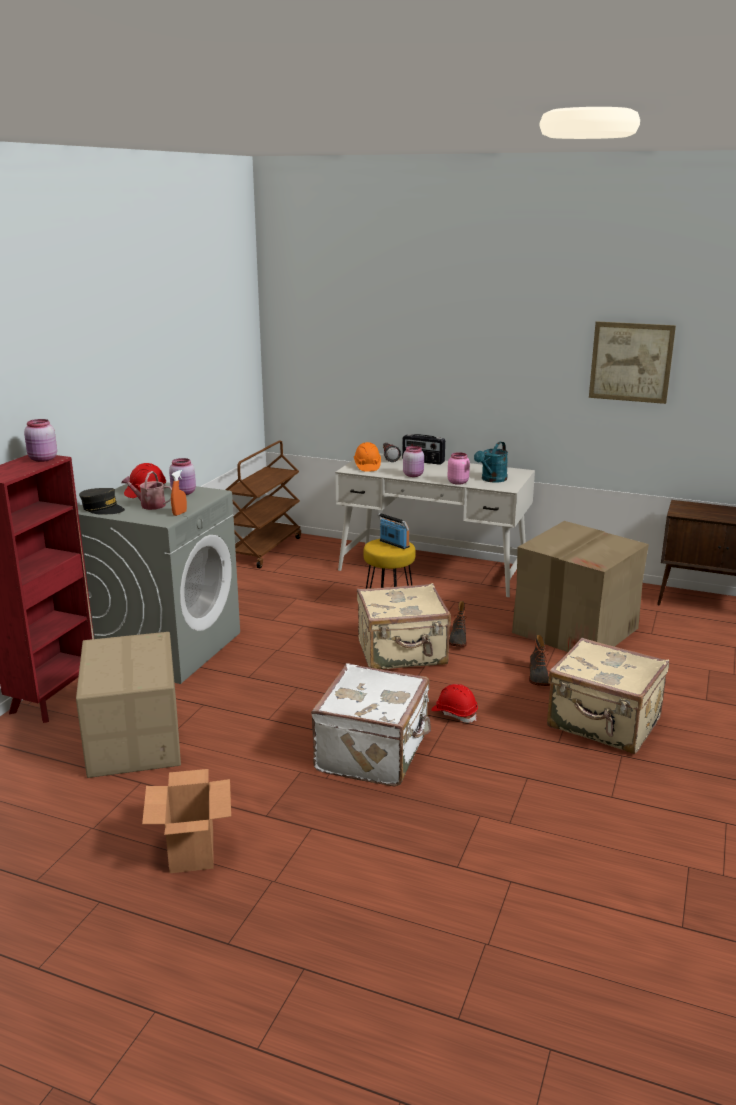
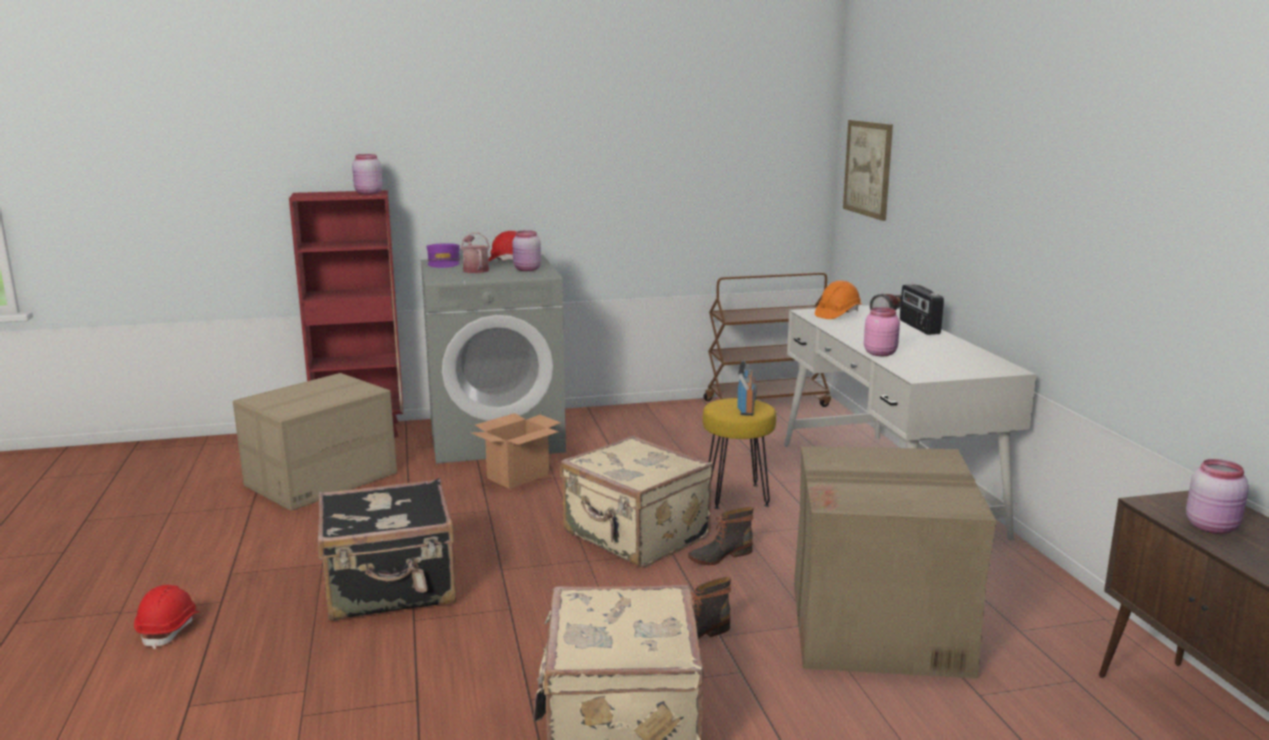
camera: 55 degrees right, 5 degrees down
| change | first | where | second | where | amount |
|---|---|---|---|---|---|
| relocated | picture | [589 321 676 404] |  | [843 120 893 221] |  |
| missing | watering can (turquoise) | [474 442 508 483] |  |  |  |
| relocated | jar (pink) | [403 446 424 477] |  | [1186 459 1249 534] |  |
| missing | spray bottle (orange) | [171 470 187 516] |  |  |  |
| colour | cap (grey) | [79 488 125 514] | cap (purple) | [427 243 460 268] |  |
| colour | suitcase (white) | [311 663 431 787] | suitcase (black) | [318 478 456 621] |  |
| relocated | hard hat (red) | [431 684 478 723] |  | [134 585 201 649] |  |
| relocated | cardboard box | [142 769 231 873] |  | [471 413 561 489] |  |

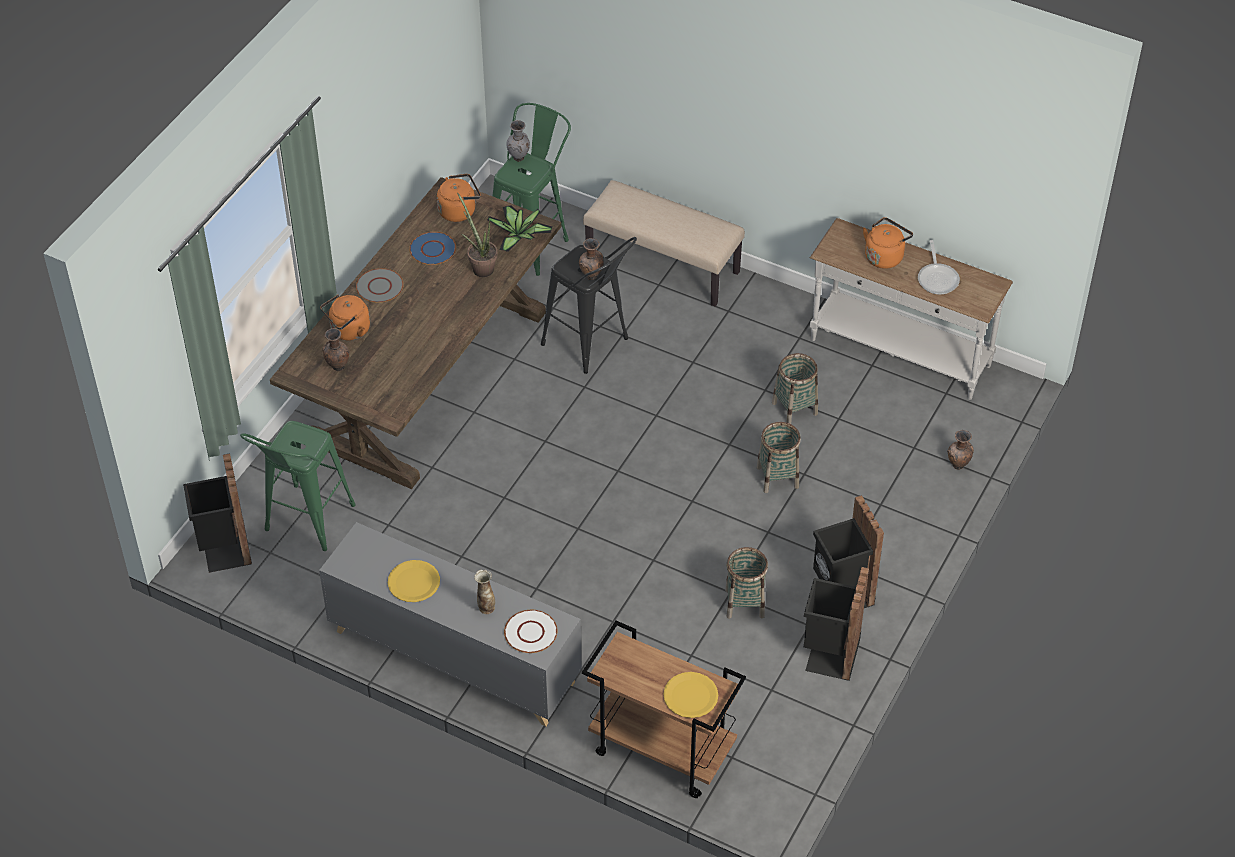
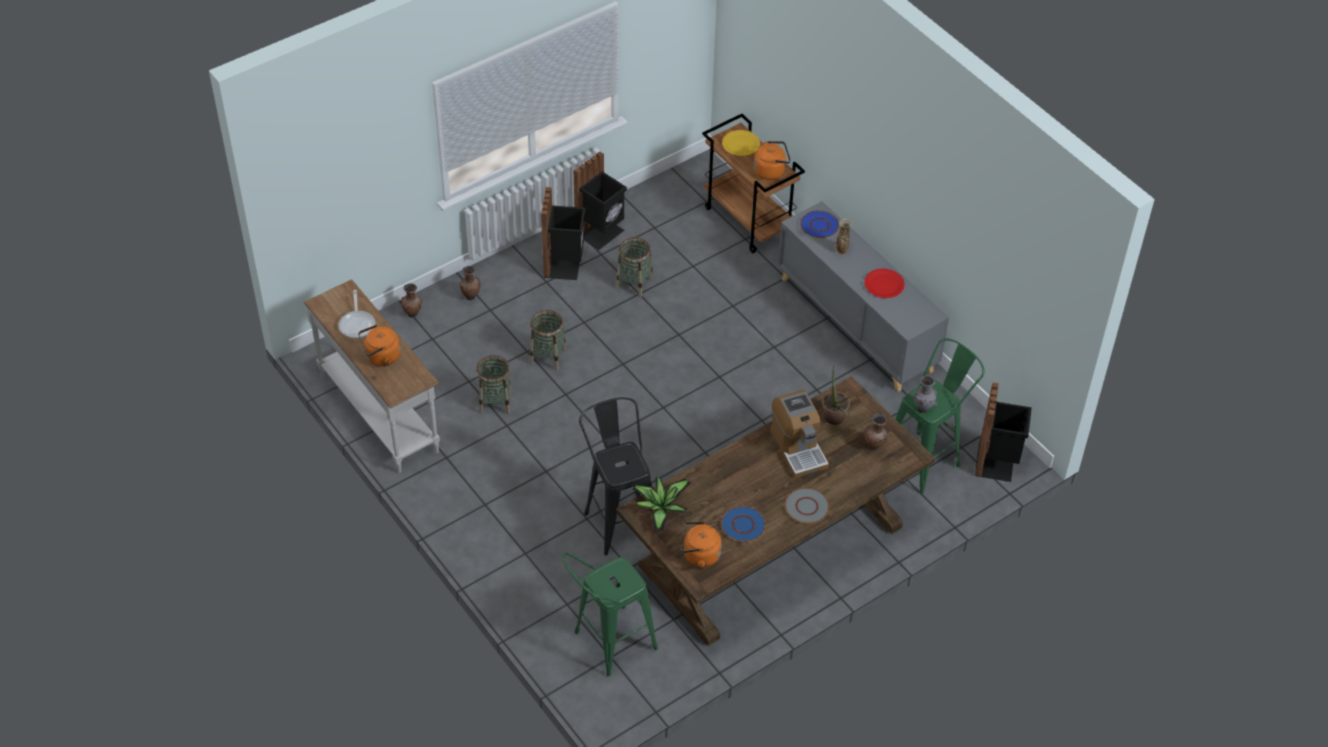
camera: 155 degrees left, 0 degrees up
| change | first | where | second | where | amount |
|---|---|---|---|---|---|
| relocated | vase (grey) | [506 120 530 162] |  | [914 376 937 413] |  |
| missing | bench (beige) | [583 180 745 307] |  |  |  |
| relocated | potted plant | [457 193 498 277] |  | [822 365 850 425] |  |
| relocated | vase (brown) | [579 238 604 280] |  | [459 266 481 300] |  |
| spun | frying pan | [918 240 960 295] |  | [338 290 375 339] | 150 degrees clockwise |
| relocated | kettle (orange) | [320 294 370 341] |  | [754 141 791 180] |  |
| colour | plate (yellow) | [388 560 440 602] | plate (red) | [864 268 905 298] |  |
| colour | plate (white) | [504 610 558 653] | plate (blue) | [800 210 839 238] |  |
| appeared |  |  | coffee machine | [770 390 829 478] |  |

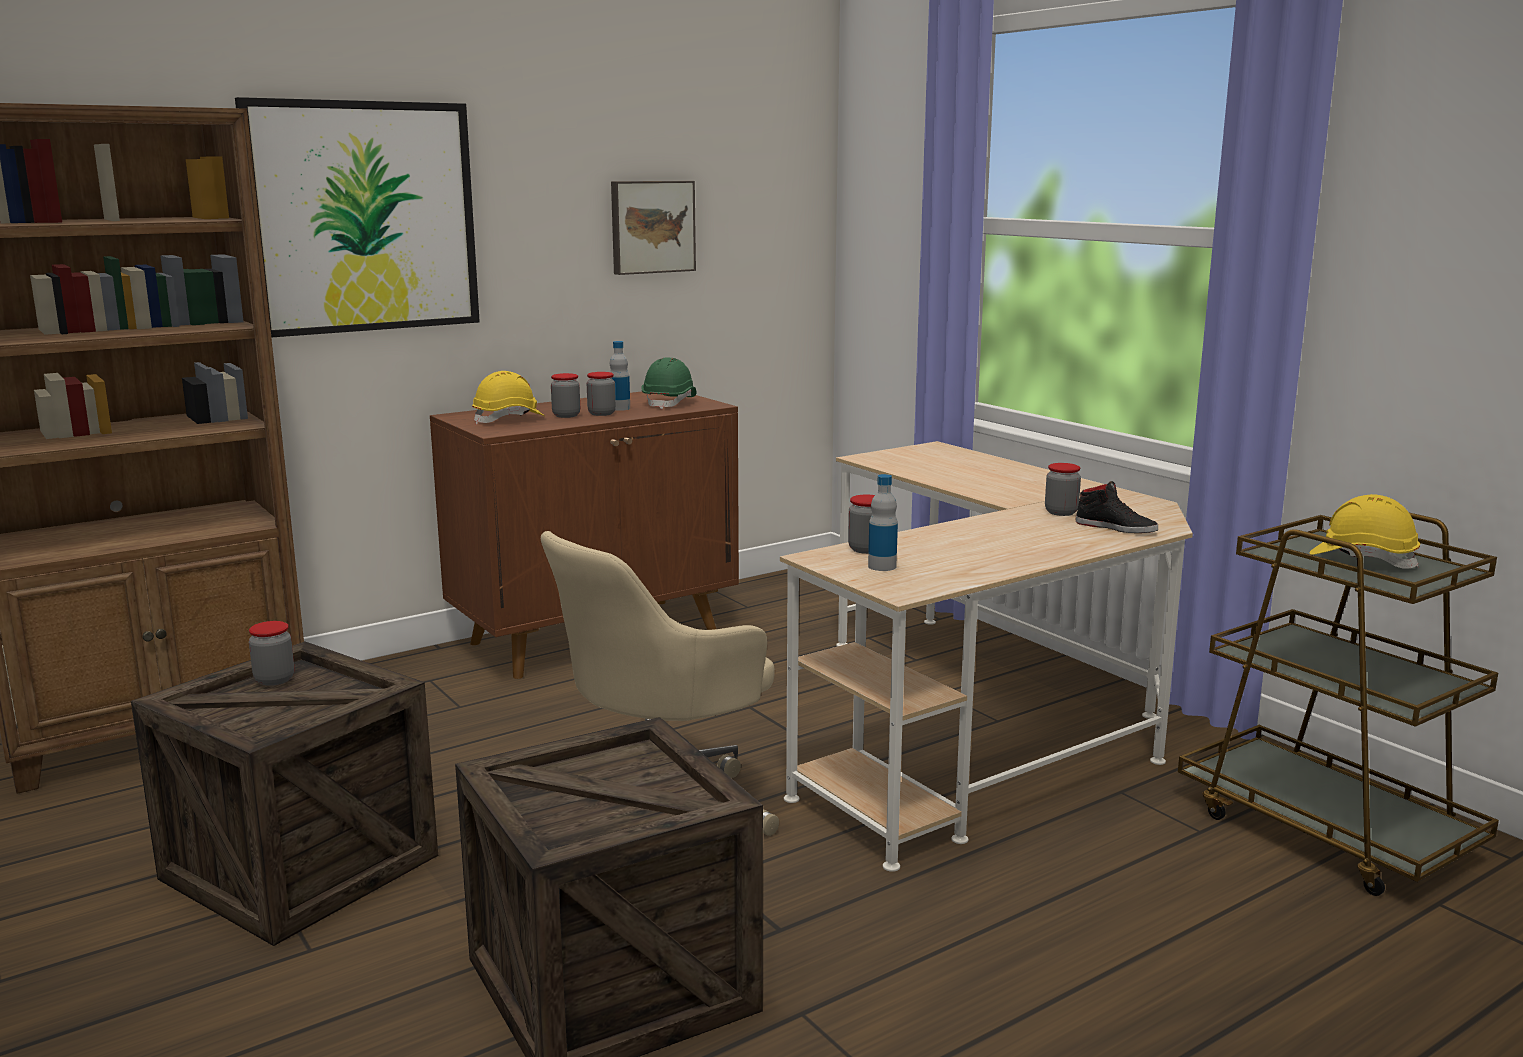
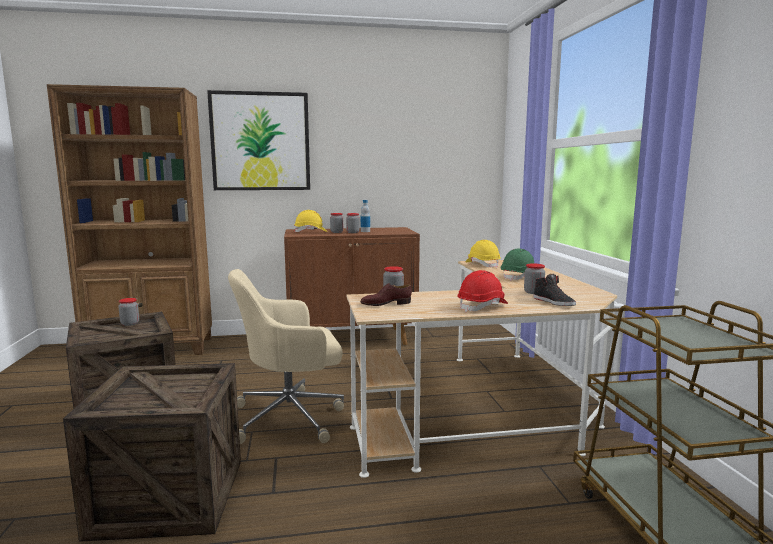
camera: 25 degrees right, 5 degrees down
| change | first | where | second | where | amount |
|---|---|---|---|---|---|
| missing | picture | [611 181 696 275] |  |  |  |
| relocated | hard hat (green) | [642 358 697 410] |  | [501 249 534 281] |  |
| exchanged | bottle | [868 474 898 571] | shoe (brown) | [360 283 412 306] |  |
| relocated | hard hat (yellow) | [1310 494 1420 569] |  | [465 240 501 268] |  |
| appeared |  |  | hard hat (red) | [457 270 508 312] |  |

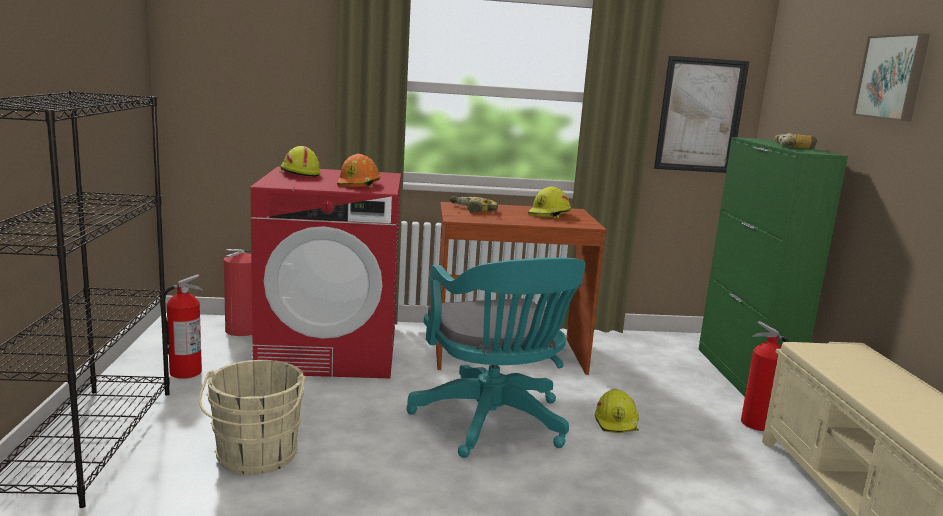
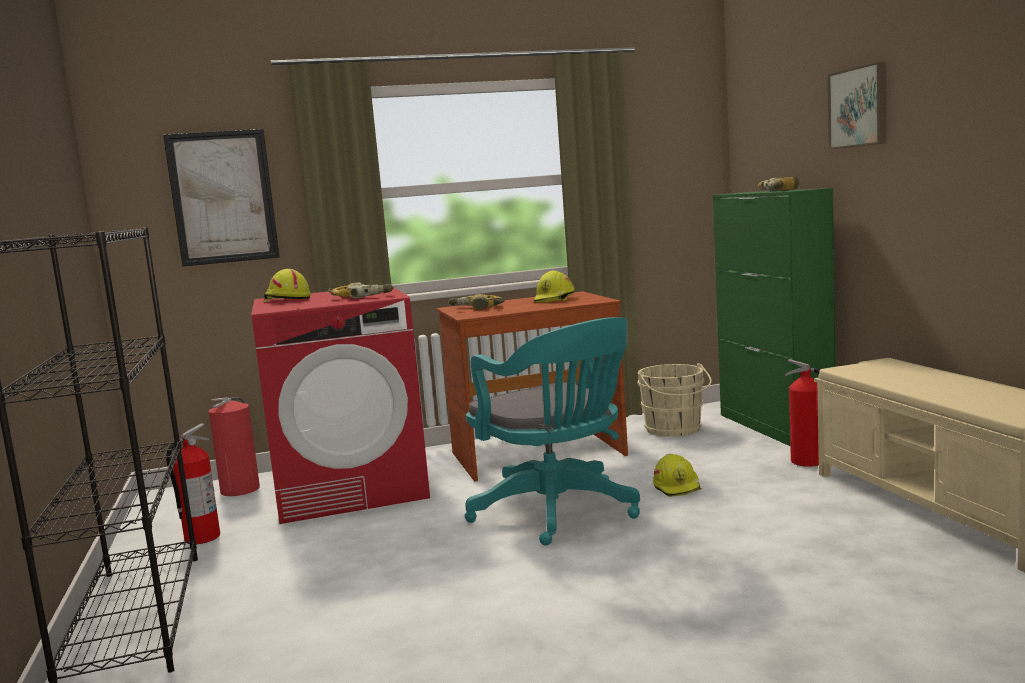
camera: 10 degrees left, 5 degrees down
| change | first | where | second | where | amount |
|---|---|---|---|---|---|
| relocated | picture | [654 56 749 173] |  | [163 129 279 266] |  |
| exchanged | hard hat (orange) | [337 154 380 188] | power drill | [328 282 394 298] |  |
| relocated | bucket (beige) | [198 360 305 475] |  | [637 363 712 437] |  |

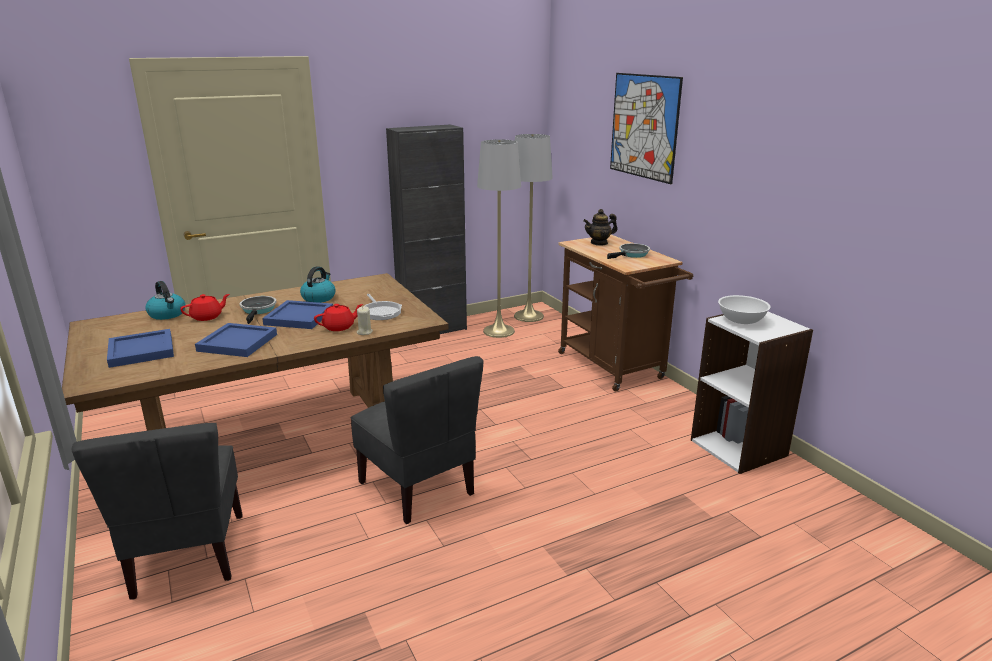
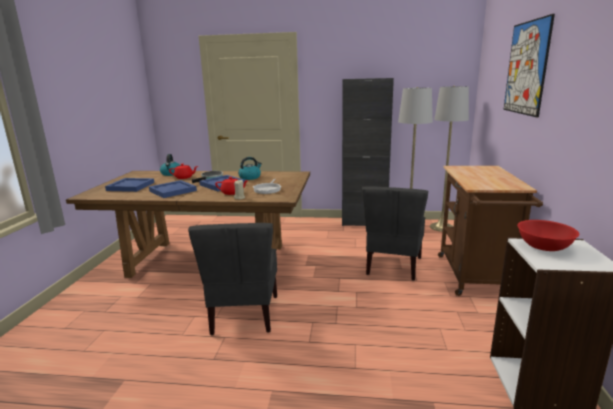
camera: 35 degrees right, 5 degrees down
| change | first | where | second | where | amount |
|---|---|---|---|---|---|
| missing | teapot | [583 209 617 245] |  |  |  |
| missing | frying pan | [607 243 650 259] |  |  |  |
| colour | bowl (white) | [718 295 771 324] | bowl (red) | [517 220 579 251] |  |
| relocated | chair (grey) | [72 423 242 600] |  | [362 186 428 281] |  |

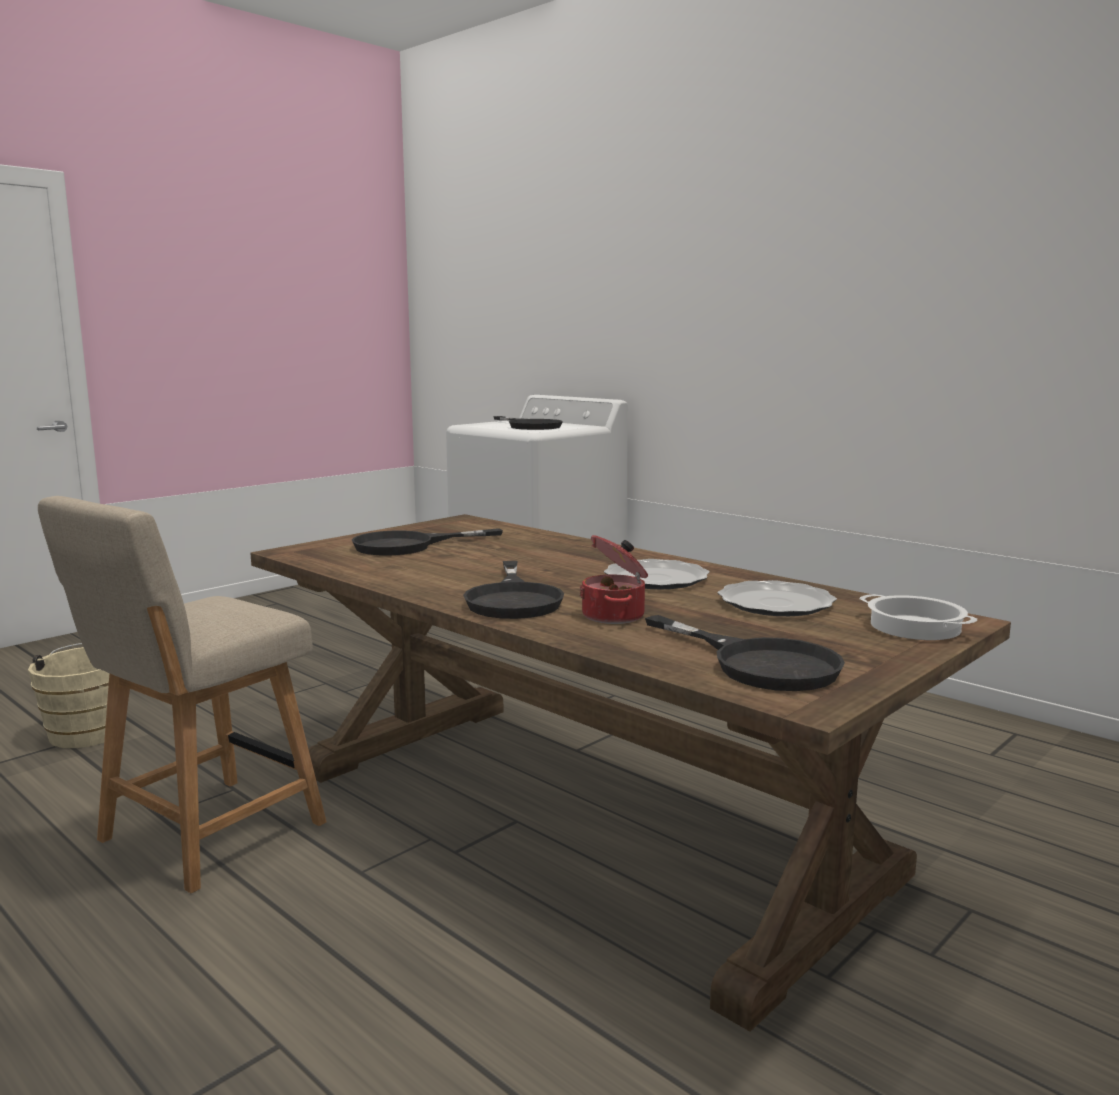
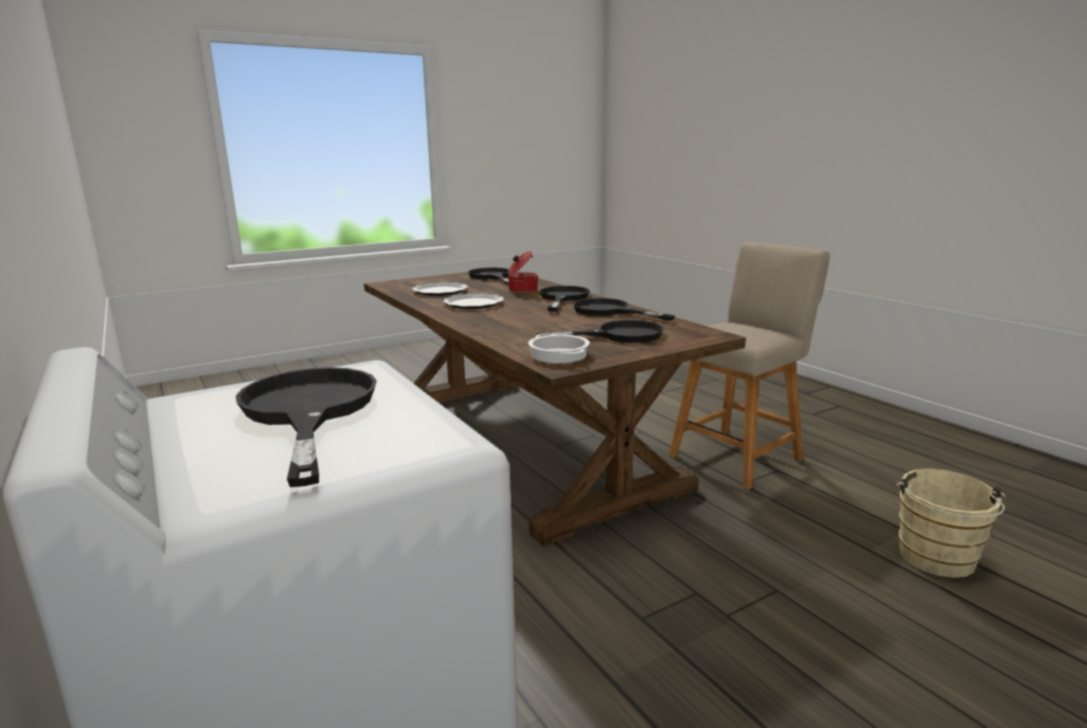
camera: 165 degrees left, 5 degrees up
| change | first | where | second | where | amount |
|---|---|---|---|---|---|
| relocated | cooking pot | [859 594 977 640] |  | [528 333 590 363] |  |
| appeared |  |  | frying pan (black) | [573 298 675 321] |  |

